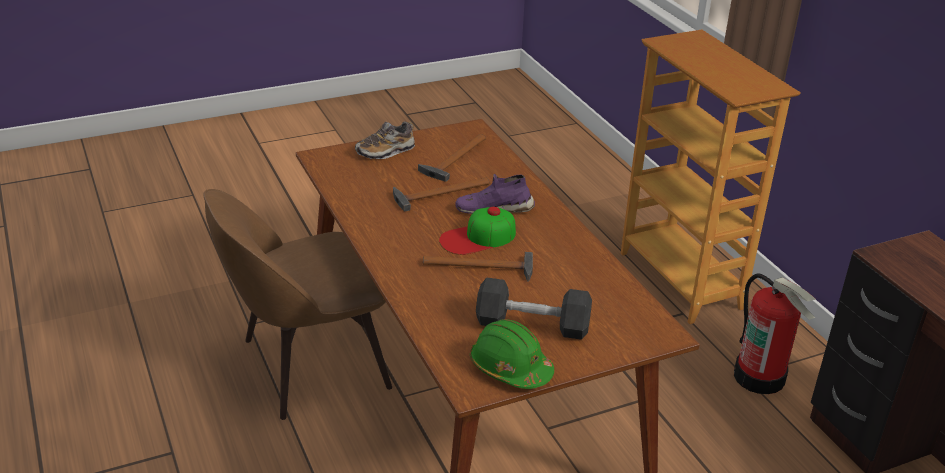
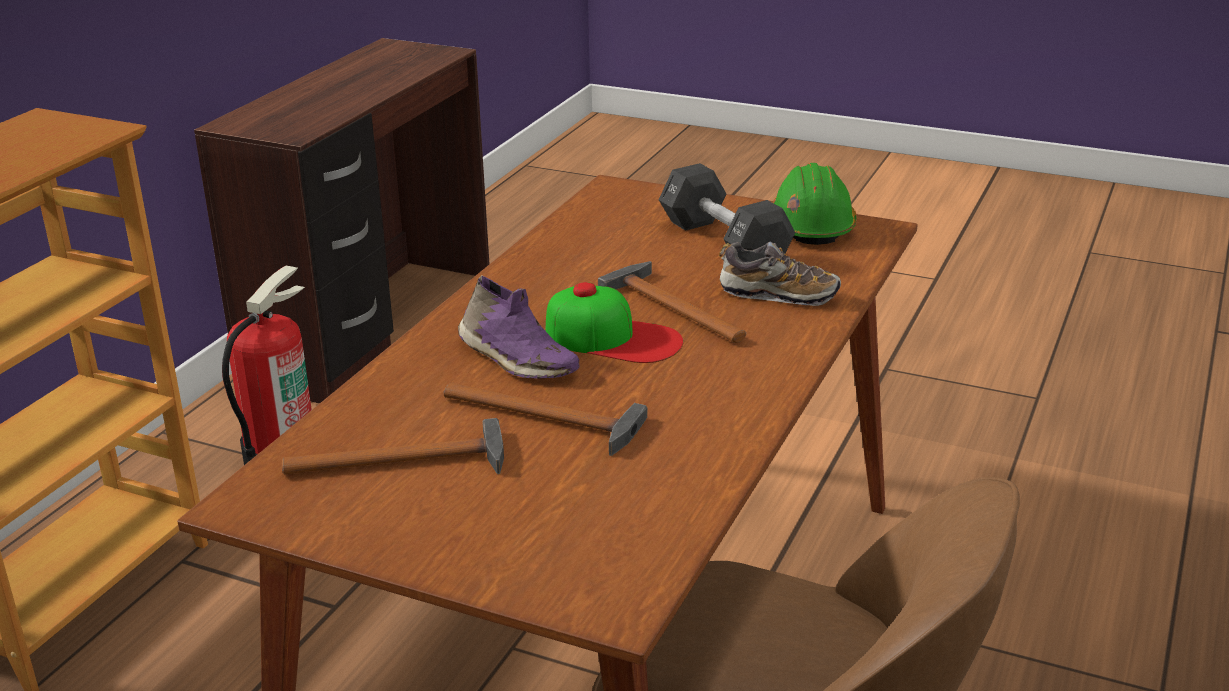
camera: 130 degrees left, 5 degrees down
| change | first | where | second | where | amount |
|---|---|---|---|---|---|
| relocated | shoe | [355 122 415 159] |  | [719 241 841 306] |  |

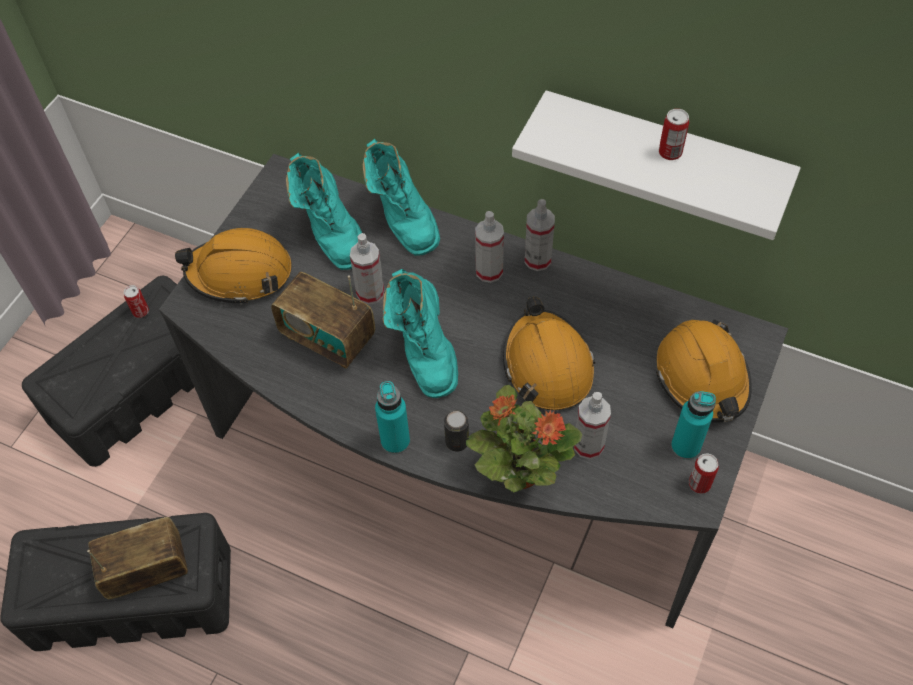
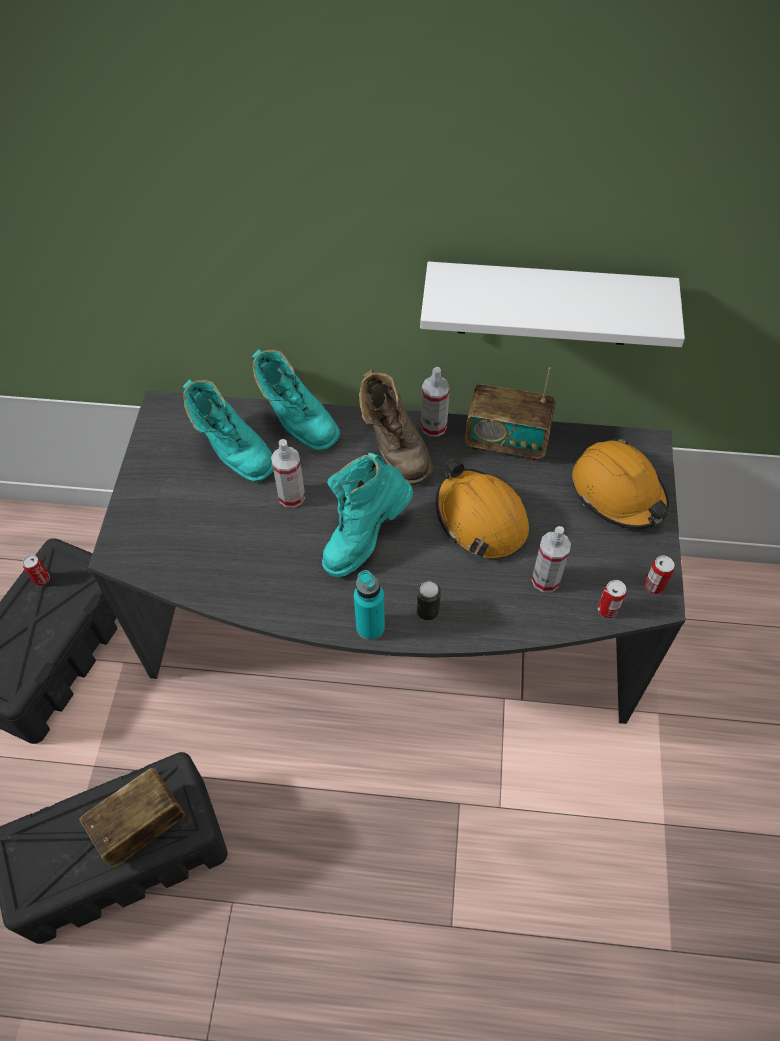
camera: 20 degrees left, 0 degrees up
| change | first | where | second | where | amount |
|---|---|---|---|---|---|
| relocated | can | [659 109 689 160] |  | [597 580 626 618] |  |
| exchanged | spray bottle | [475 211 504 283] | boot (brown) | [359 369 433 485] |  |
| missing | hard hat (orange) | [175 228 292 305] |  |  |  |
| spun | boot (turquoise) | [382 269 458 398] |  | [322 453 413 577] | 75 degrees clockwise |
| relocated | radio | [271 272 375 369] |  | [465 367 555 461] |  |
| missing | potted plant | [466 385 583 492] |  |  |  |
| missing | bottle (turquoise) | [671 391 716 460] |  |  |  |

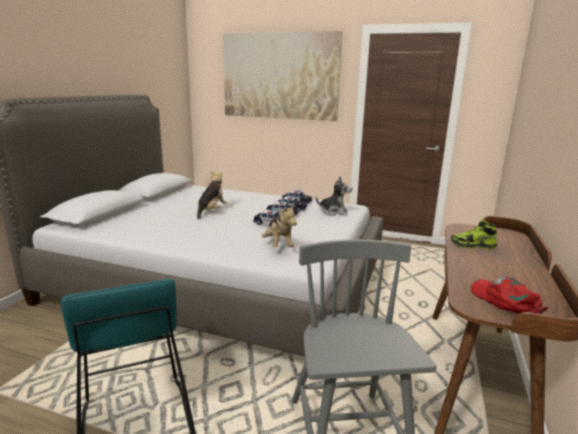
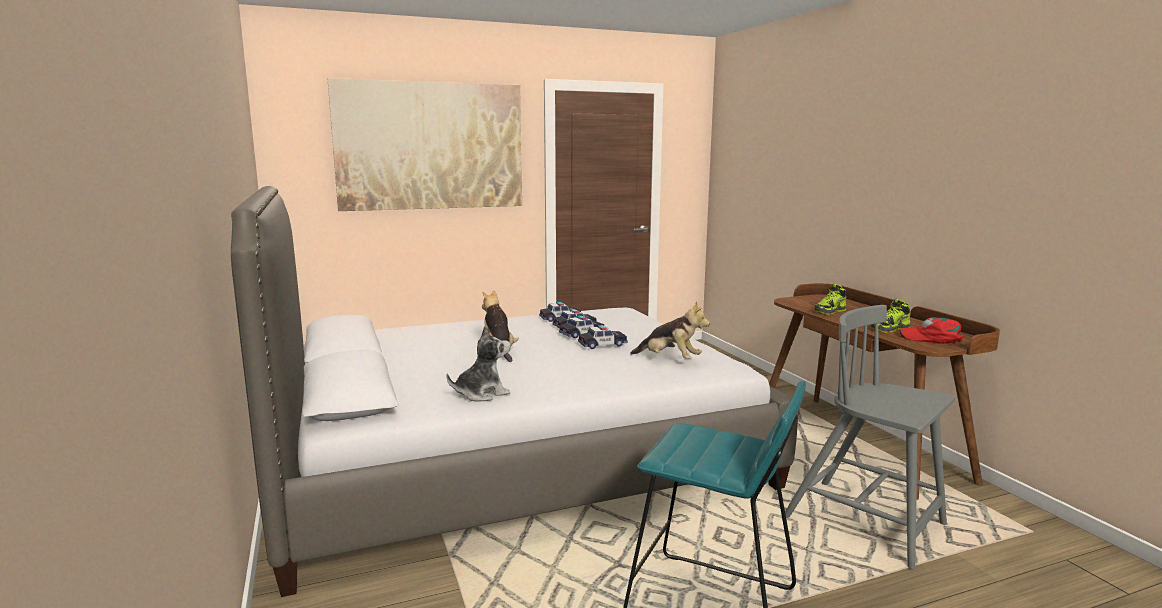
camera: 40 degrees left, 5 degrees down
| change | first | where | second | where | amount |
|---|---|---|---|---|---|
| relocated | plush toy | [316 176 353 216] |  | [446 326 511 402] |  |
| appeared |  |  | shoe | [871 299 910 332] |  |

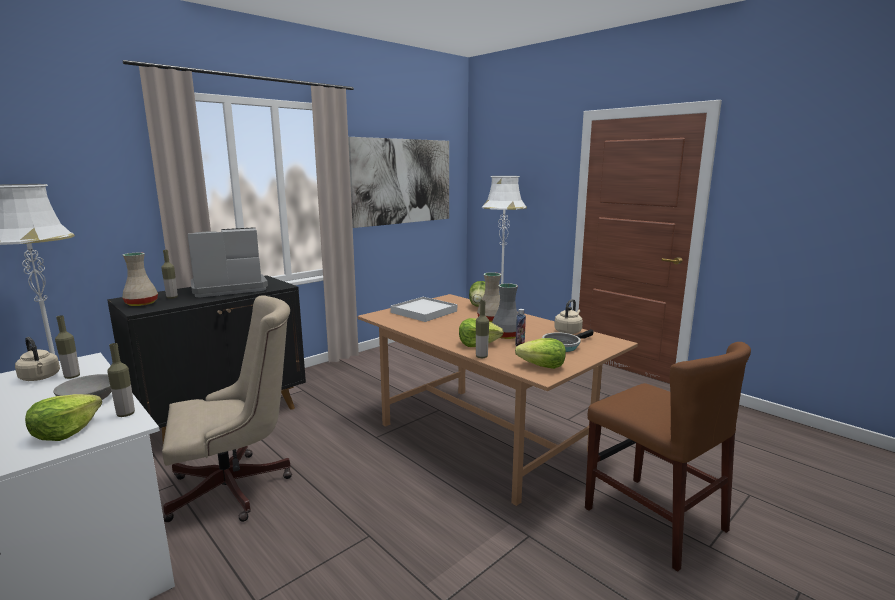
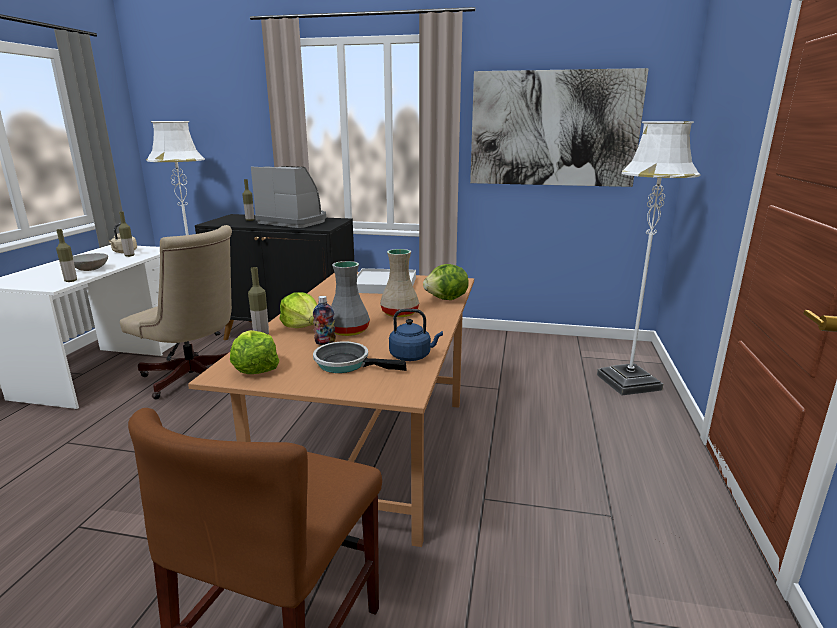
camera: 55 degrees right, 5 degrees up
| change | first | where | second | where | amount |
|---|---|---|---|---|---|
| missing | vase (beige) | [122 253 158 306] |  |  |  |
| colour | kettle (beige) | [554 299 583 334] | kettle (blue) | [389 309 443 361] |  |
| missing | lettuce | [25 394 102 441] |  |  |  |

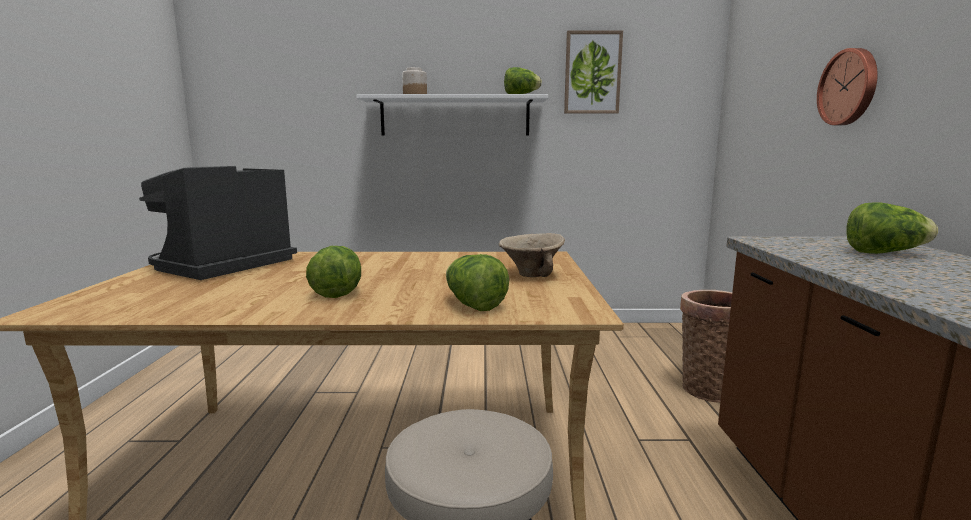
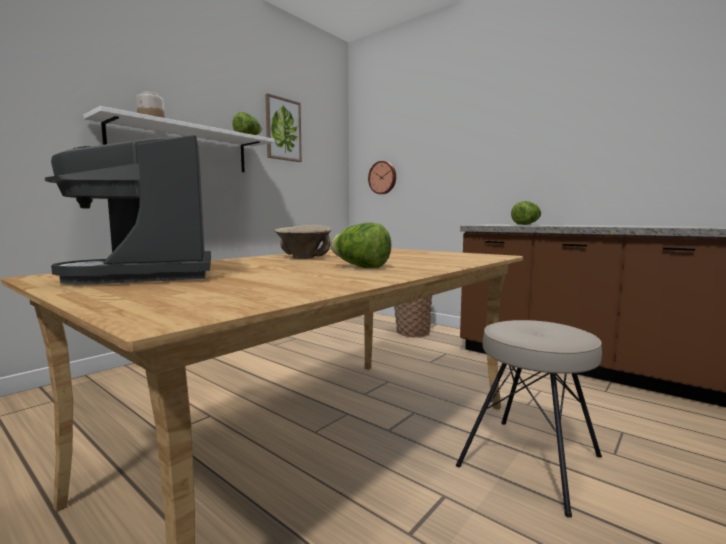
camera: 50 degrees left, 5 degrees down
| change | first | where | second | where | amount |
|---|---|---|---|---|---|
| relocated | wall clock | [817 48 878 125] |  | [368 161 396 194] |  |
| relocated | bowl (beige) | [499 233 565 277] |  | [274 225 331 259] |  |
| missing | lettuce | [446 254 509 311] |  |  |  |

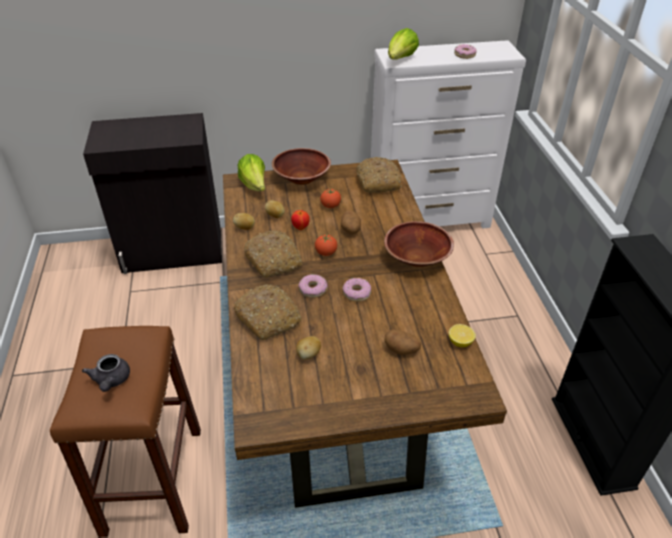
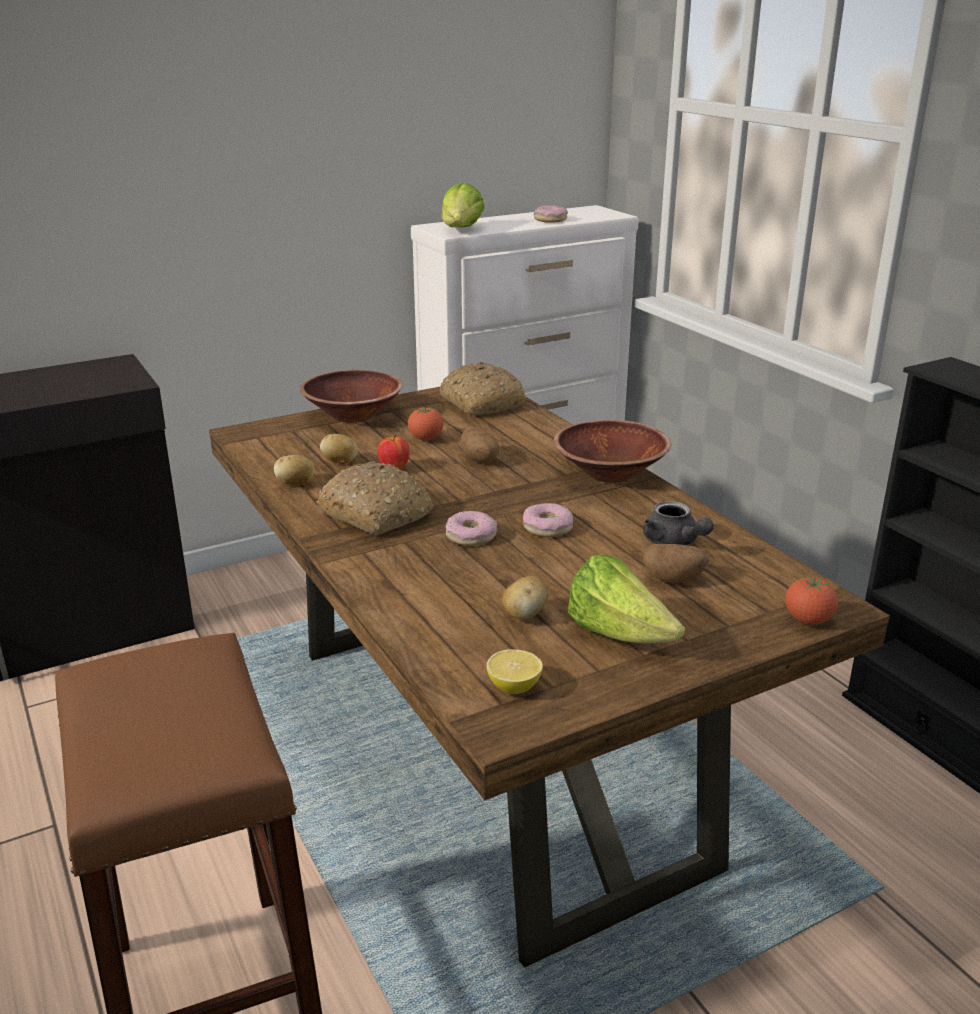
camera: 20 degrees left, 15 degrees down
| change | first | where | second | where | amount |
|---|---|---|---|---|---|
| relocated | lettuce | [238 154 265 191] |  | [568 554 685 643] |  |
| relocated | tomato | [315 234 337 256] |  | [785 576 838 624] |  |
| missing | bread | [234 284 302 340] |  |  |  |
| relocated | lemon | [449 324 476 347] |  | [486 649 543 694] |  |
| relocated | teapot (grey) | [82 354 130 392] |  | [643 501 714 545] |  |

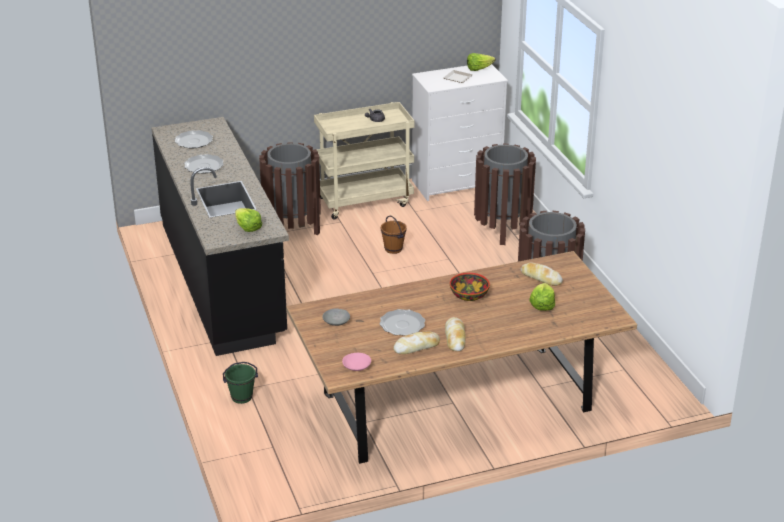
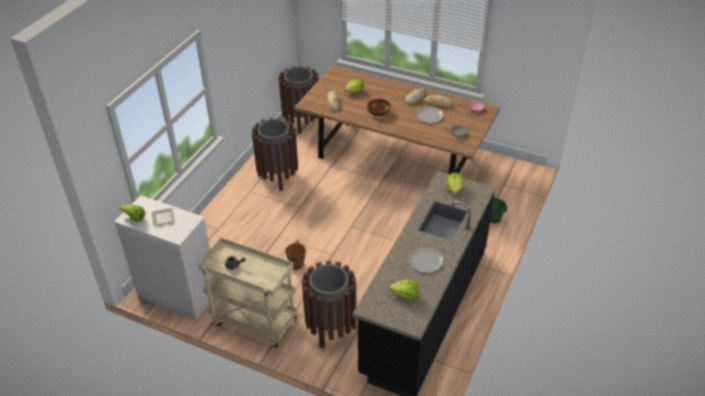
camera: 135 degrees left, 10 degrees up
| change | first | where | second | where | amount |
|---|---|---|---|---|---|
| exchanged | plate | [175 130 213 148] | lettuce | [389 280 419 300] |  |
| relocated | trash can (brown) | [474 144 536 245] |  | [279 66 319 134] |  |

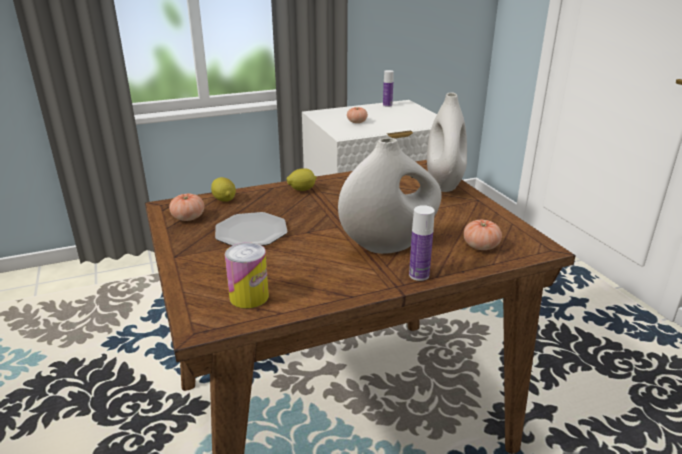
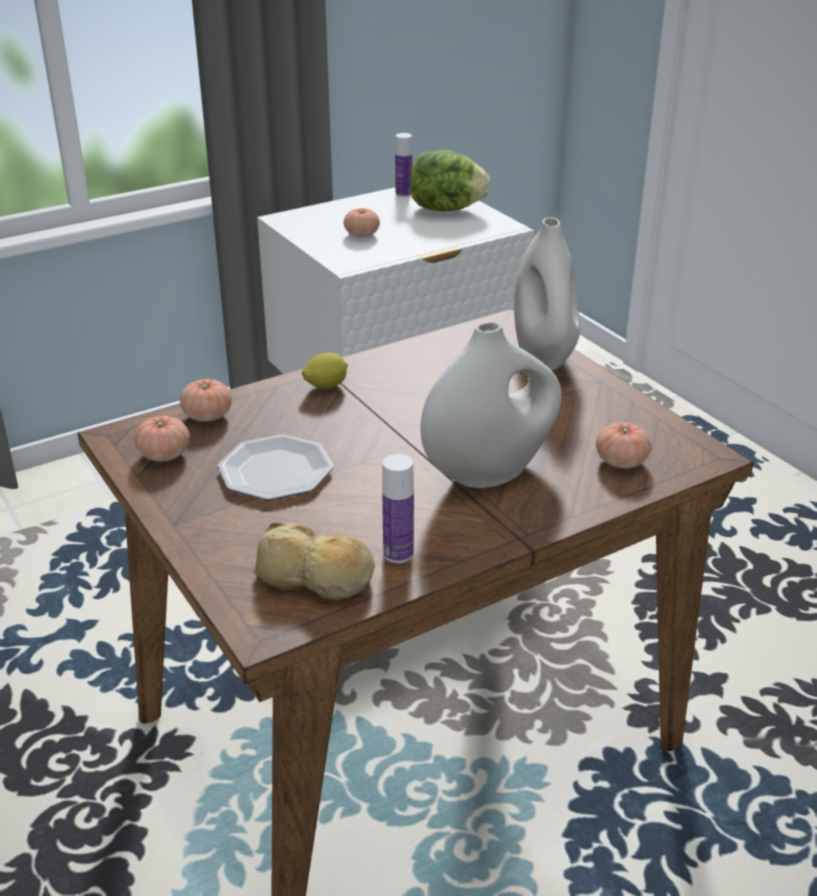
camera: 10 degrees left, 5 degrees up
| change | first | where | second | where | amount |
|---|---|---|---|---|---|
| exchanged | lemon | [211 177 236 202] | tomato | [180 379 232 422] |  |
| relocated | bottle | [409 205 435 281] |  | [382 454 414 563] |  |
| exchanged | can | [225 242 269 309] | bread | [253 522 375 600] |  |
| appeared |  |  | lettuce | [410 150 491 211] |  |

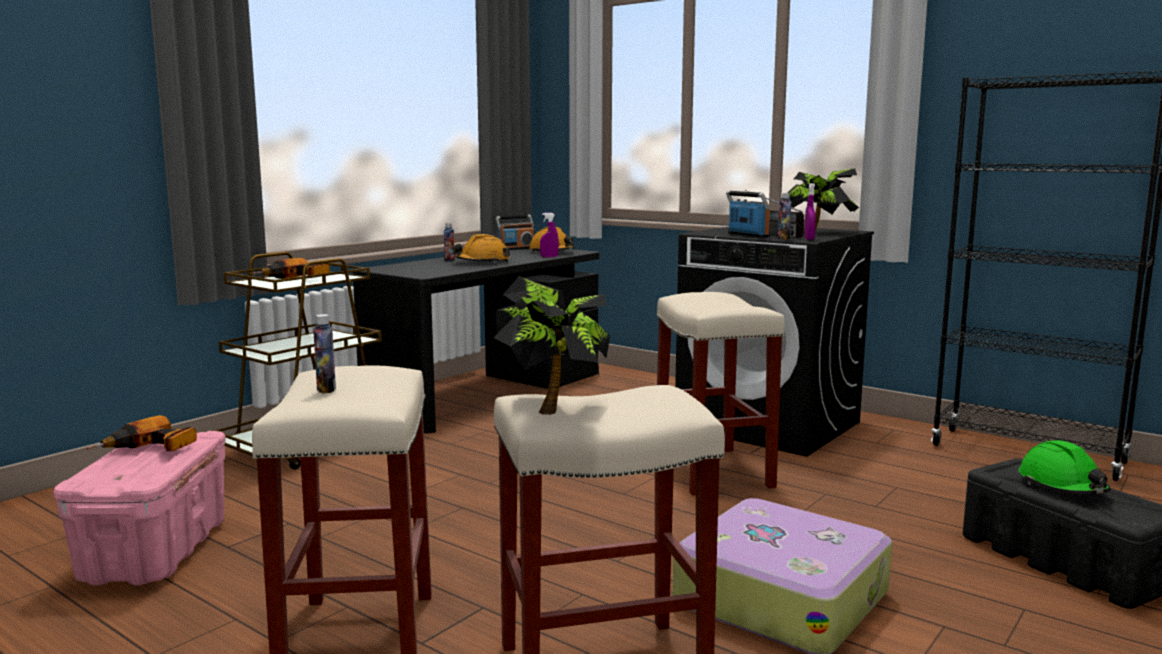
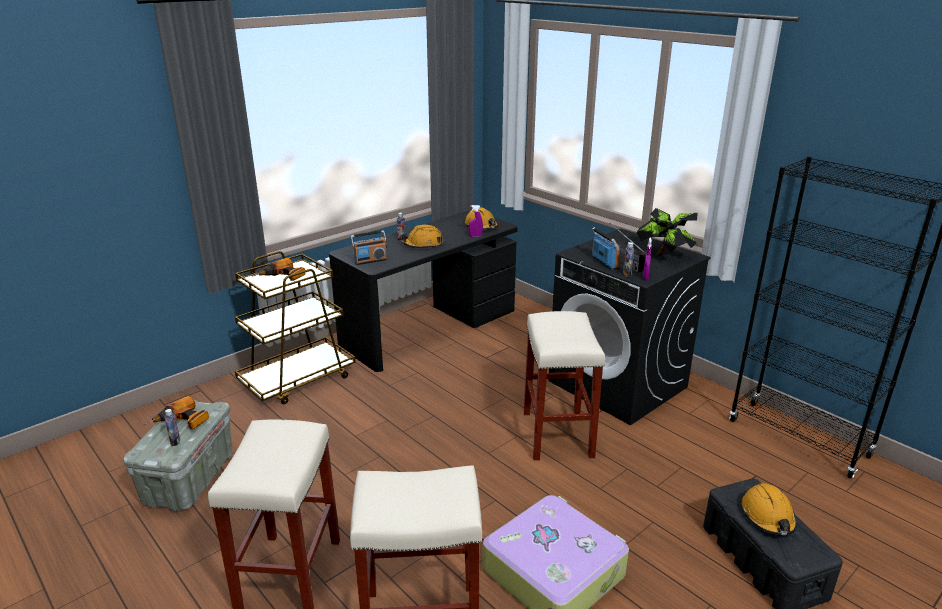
camera: 10 degrees right, 15 degrees up
| change | first | where | second | where | amount |
|---|---|---|---|---|---|
| relocated | radio | [496 215 535 250] |  | [351 230 387 265] |  |
| missing | potted plant | [493 276 610 415] |  |  |  |
| relocated | bottle | [313 314 336 393] |  | [164 409 180 446] |  |
| colour | storage box (pink) | [54 431 226 585] | storage box (grey) | [123 400 233 511] |  |
| colour | hard hat (green) | [1019 440 1111 494] | hard hat (orange) | [741 483 797 535] |  |

